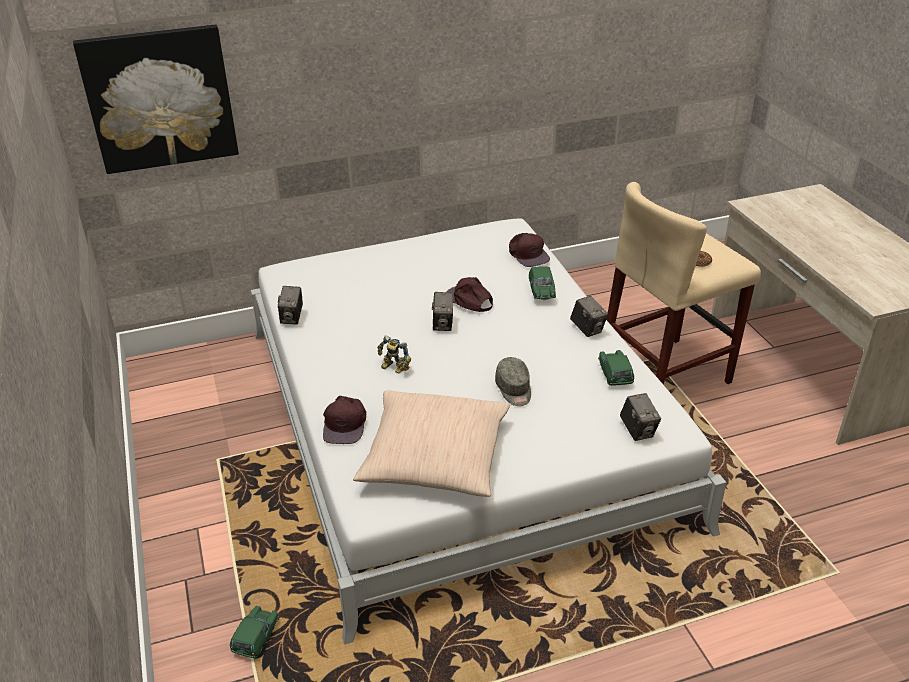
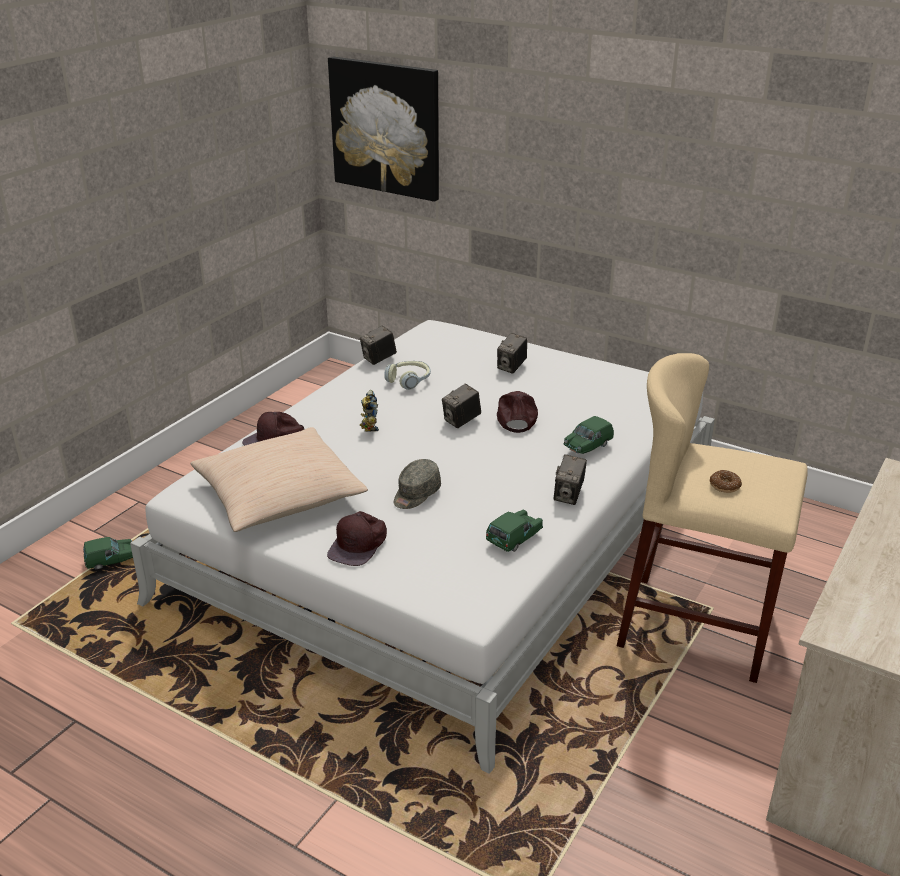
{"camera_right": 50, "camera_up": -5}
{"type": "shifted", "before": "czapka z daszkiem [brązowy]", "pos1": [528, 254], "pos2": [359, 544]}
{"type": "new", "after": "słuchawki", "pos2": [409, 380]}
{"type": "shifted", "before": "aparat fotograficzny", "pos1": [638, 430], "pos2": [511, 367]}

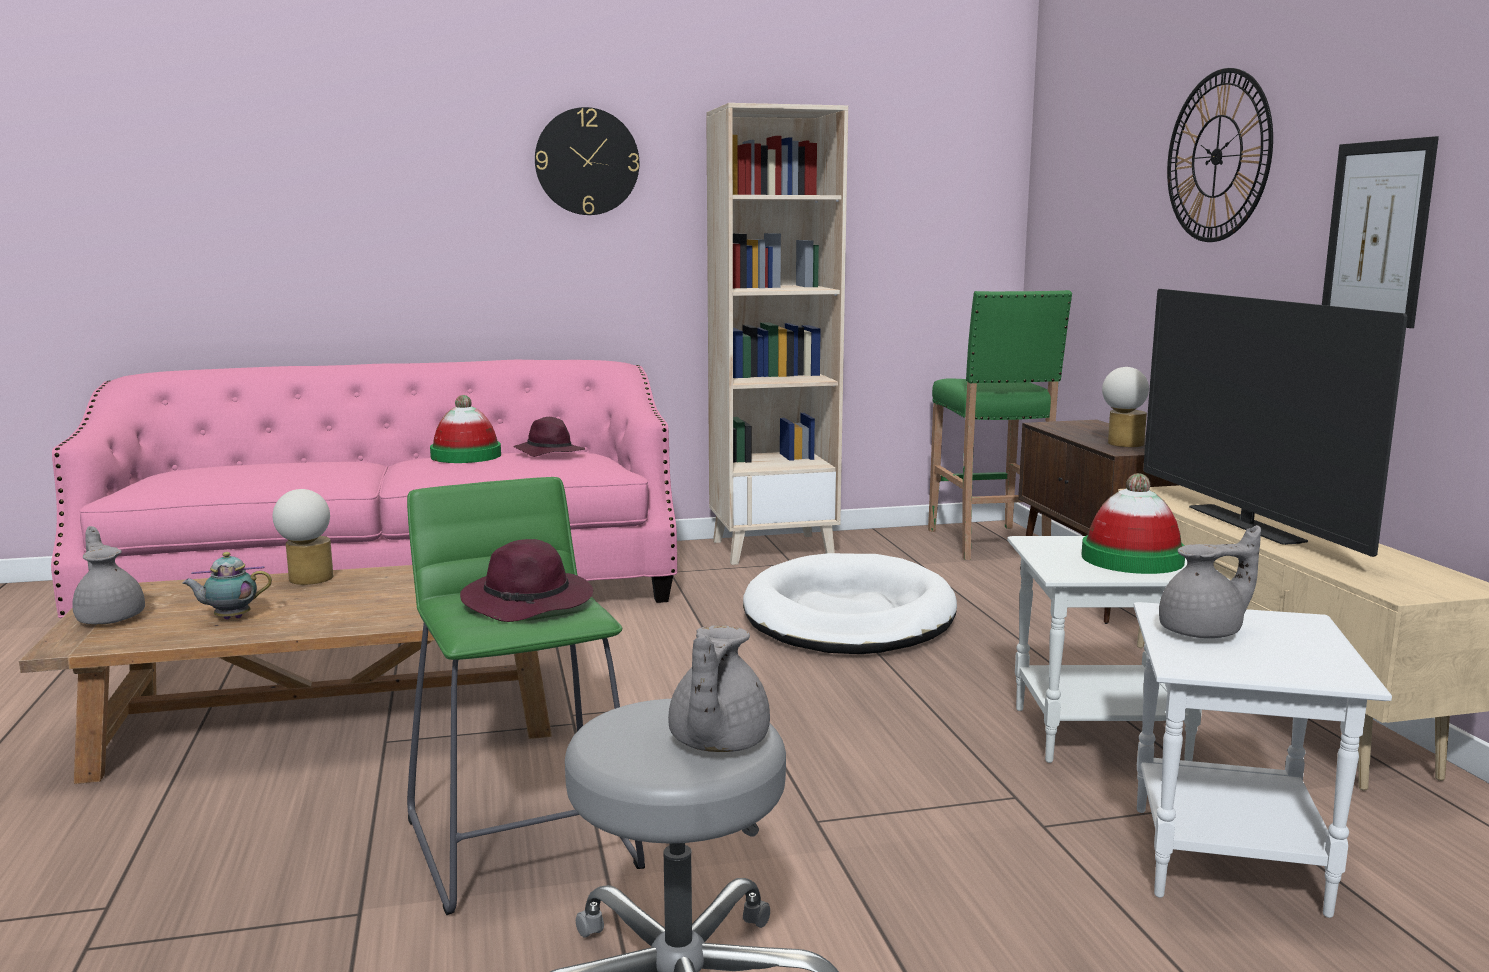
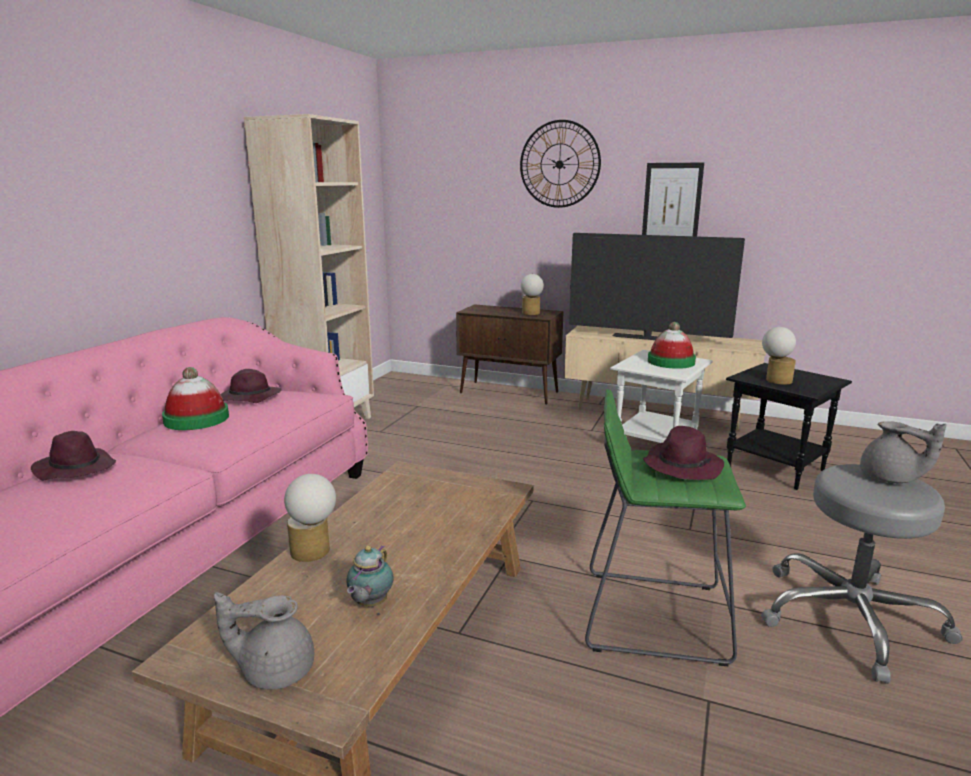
{"camera_right": -55, "camera_up": 5}
{"type": "new", "after": "kapelusz [fioletowy]", "pos2": [75, 469]}
{"type": "repainted", "before": "stolik [biały]", "after": "stolik [czarny]", "pos1": [1227, 861], "pos2": [776, 469]}
{"type": "swapped", "before": "imbryk [szary]", "after": "lampa stołowa", "pos1": [1204, 632], "pos2": [775, 380]}
{"type": "gone", "before": "zegar ścienny", "pos1": [587, 161]}
{"type": "gone", "before": "legowisko [biały]", "pos1": [849, 616]}
{"type": "gone", "before": "stołek [zielony]", "pos1": [988, 543]}

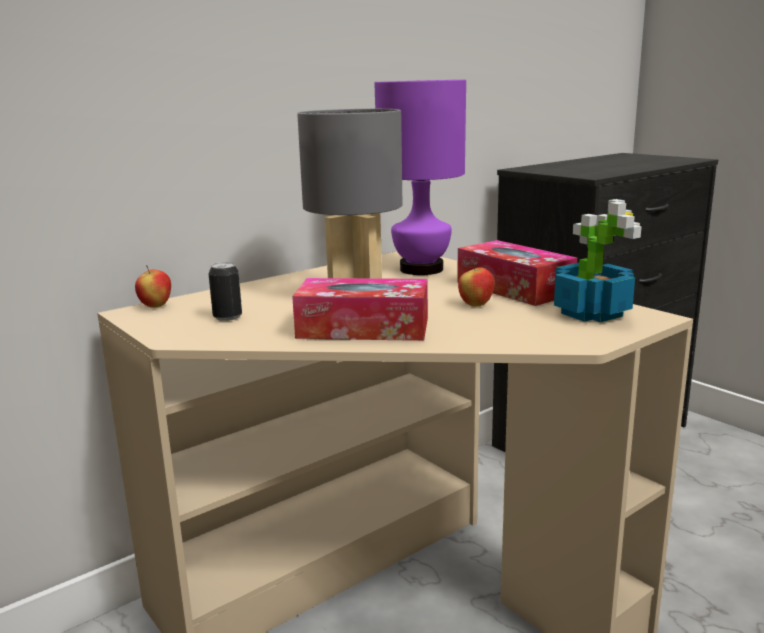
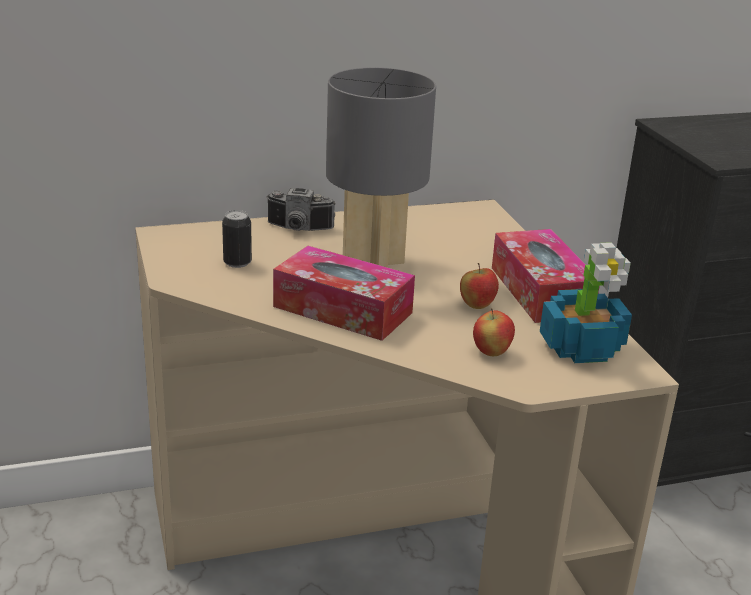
{"camera_right": 20, "camera_up": 10}
{"type": "new", "after": "aparat fotograficzny", "pos2": [298, 229]}
{"type": "shifted", "before": "jabłko", "pos1": [155, 306], "pos2": [491, 352]}
{"type": "gone", "before": "lampa stołowa [fioletowy]", "pos1": [421, 269]}

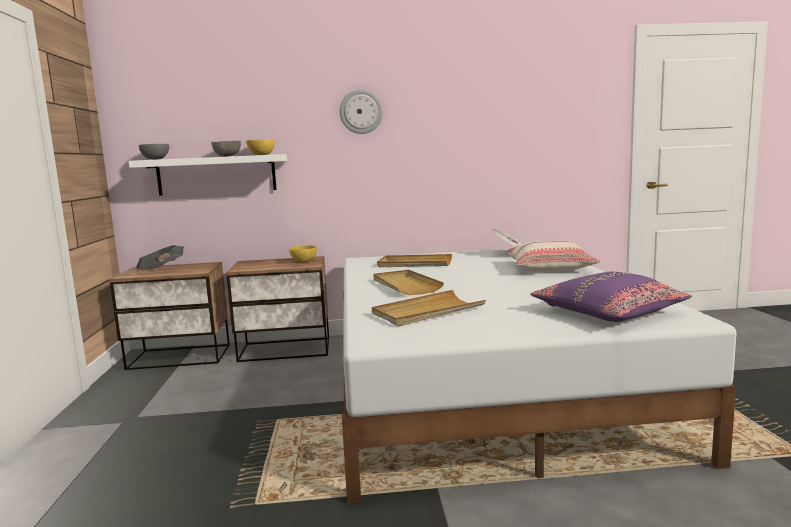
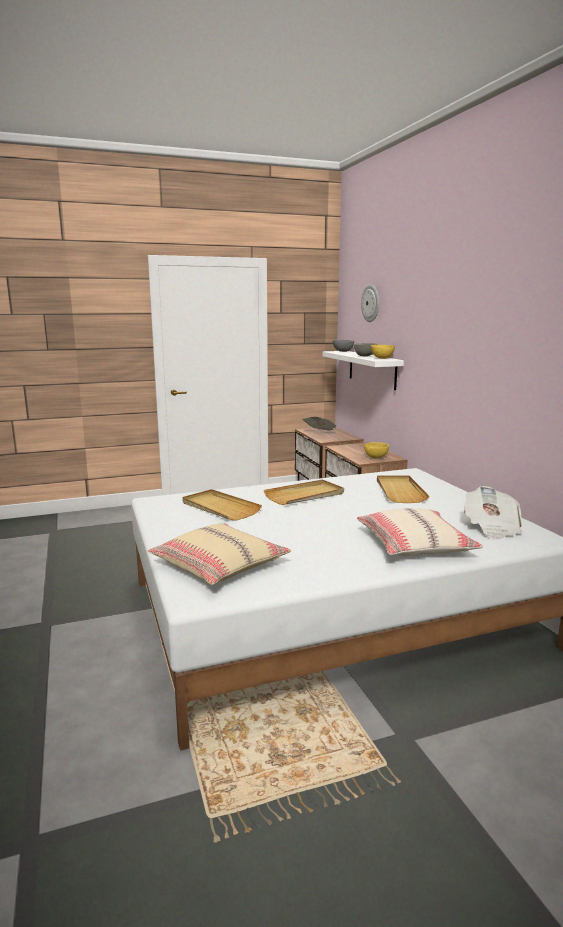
{"camera_right": 75, "camera_up": 5}
{"type": "repainted", "before": "poduszka [fioletowy]", "after": "poduszka [beżowy]", "pos1": [608, 312], "pos2": [220, 565]}
{"type": "shifted", "before": "zegar ścienny", "pos1": [361, 111], "pos2": [371, 303]}

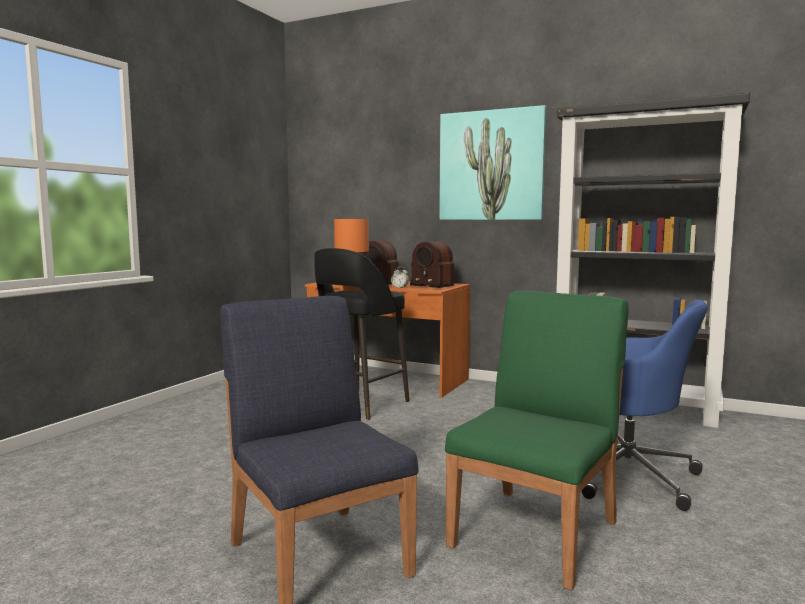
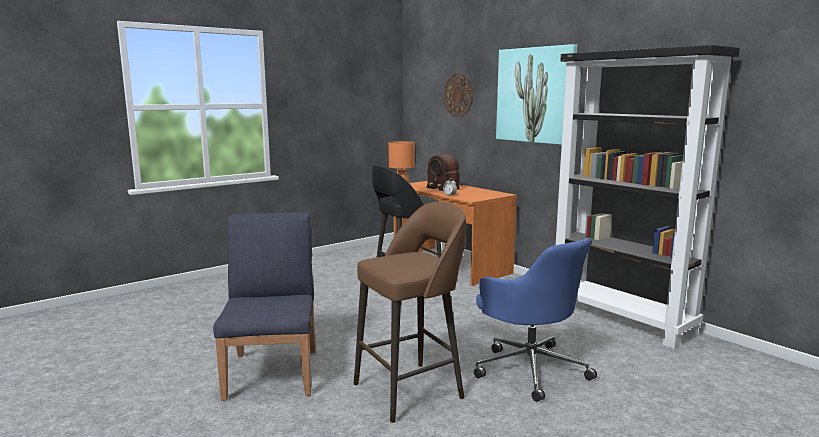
{"camera_right": 25, "camera_up": 5}
{"type": "swapped", "before": "krzesło [zielony]", "after": "stołek [brązowy]", "pos1": [536, 533], "pos2": [411, 390]}
{"type": "new", "after": "zegar ścienny", "pos2": [458, 95]}
{"type": "gone", "before": "radio", "pos1": [432, 285]}

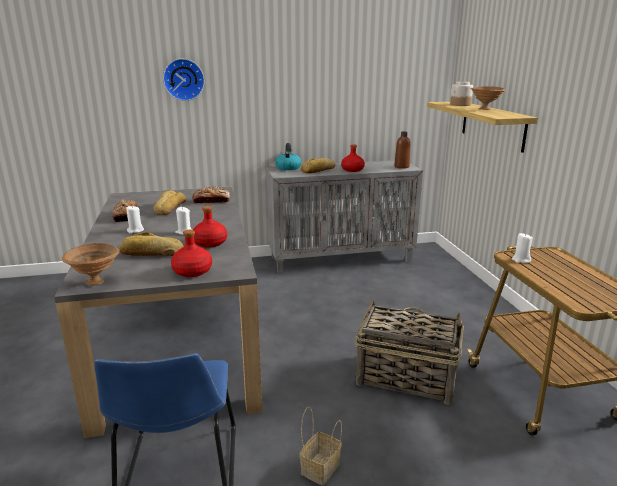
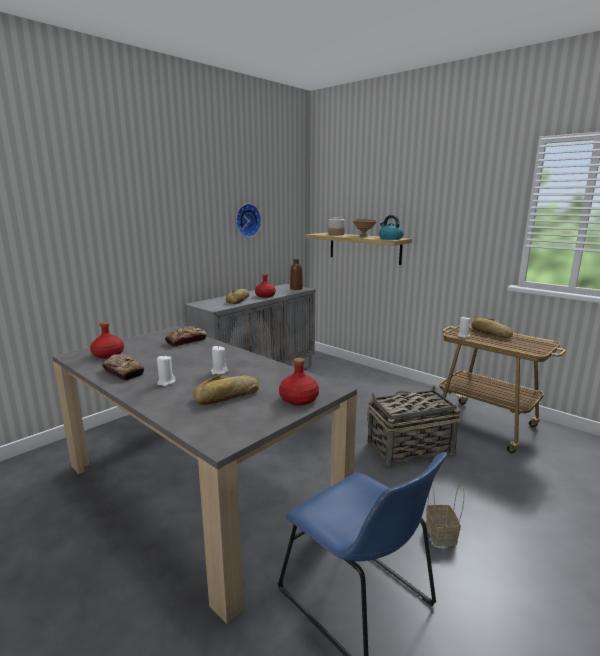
{"camera_right": -35, "camera_up": -5}
{"type": "shifted", "before": "butelka [czerwony]", "pos1": [209, 243], "pos2": [108, 355]}
{"type": "shifted", "before": "zegar ścienny", "pos1": [184, 79], "pos2": [246, 220]}
{"type": "shifted", "before": "czajnik", "pos1": [288, 167], "pos2": [390, 238]}
{"type": "shifted", "before": "chleb", "pos1": [169, 208], "pos2": [490, 332]}
{"type": "gone", "before": "miska [brązowy]", "pos1": [96, 282]}

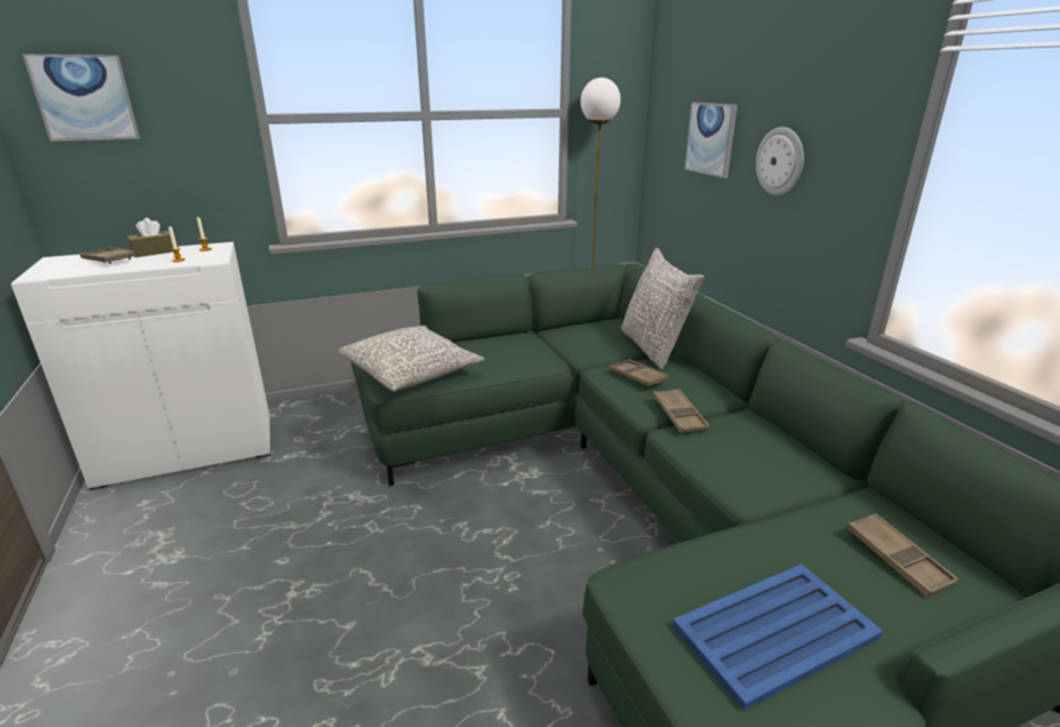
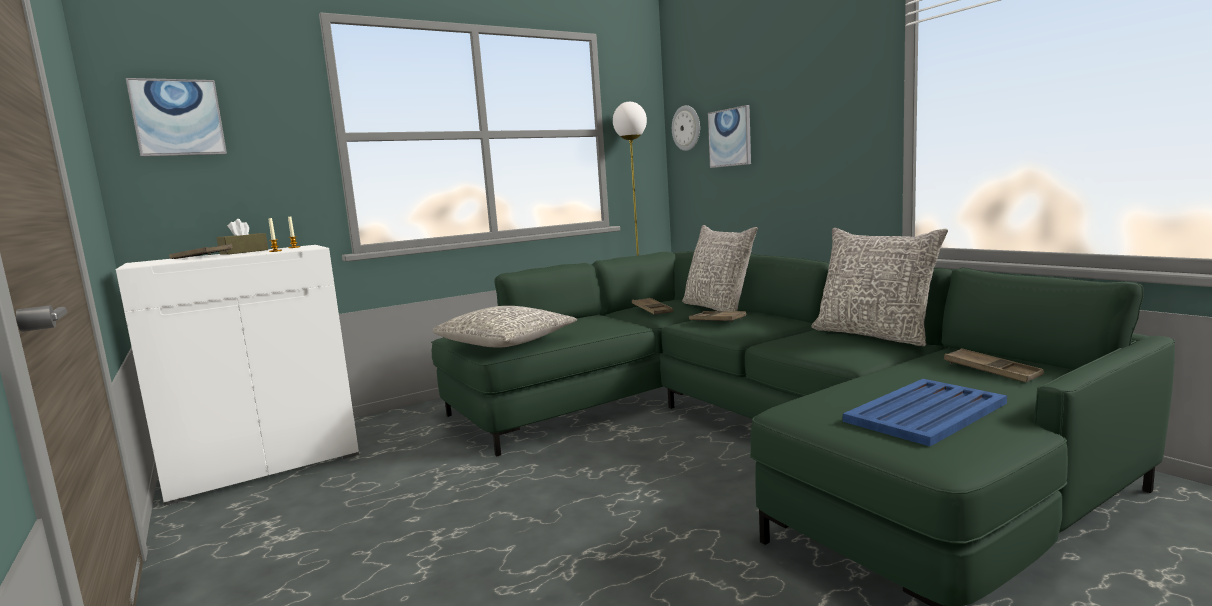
{"camera_right": -10, "camera_up": -15}
{"type": "shifted", "before": "taca [brązowy]", "pos1": [679, 415], "pos2": [652, 310]}
{"type": "shifted", "before": "zegar ścienny", "pos1": [780, 161], "pos2": [686, 128]}
{"type": "new", "after": "poduszka [szary]", "pos2": [874, 335]}

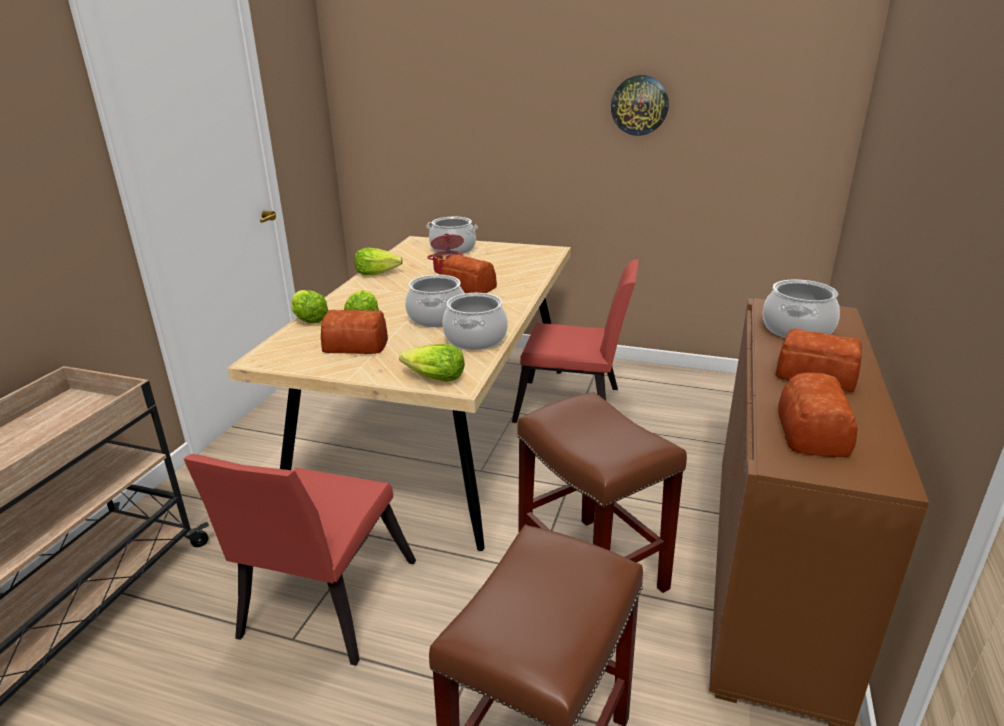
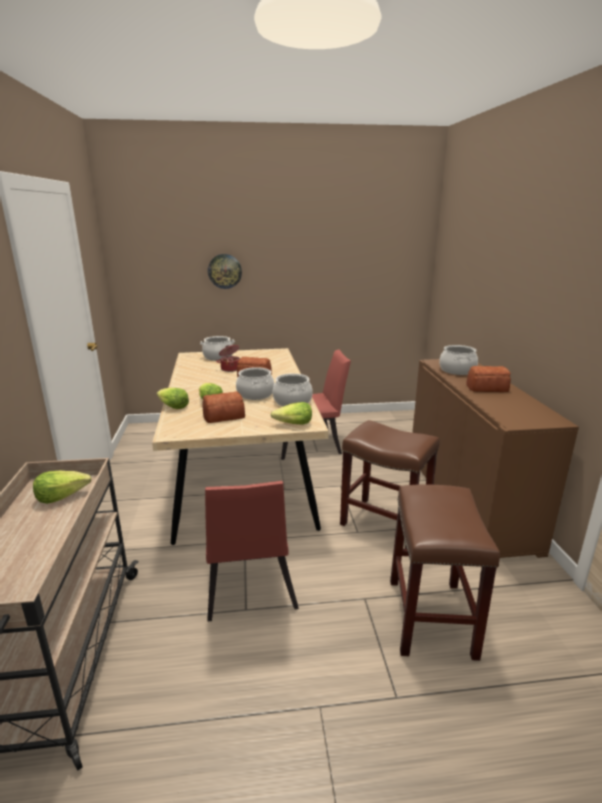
{"camera_right": -25, "camera_up": -5}
{"type": "shifted", "before": "sałata", "pos1": [377, 273], "pos2": [62, 496]}
{"type": "shifted", "before": "zegar ścienny", "pos1": [639, 105], "pos2": [224, 271]}
{"type": "gone", "before": "chleb", "pos1": [814, 432]}

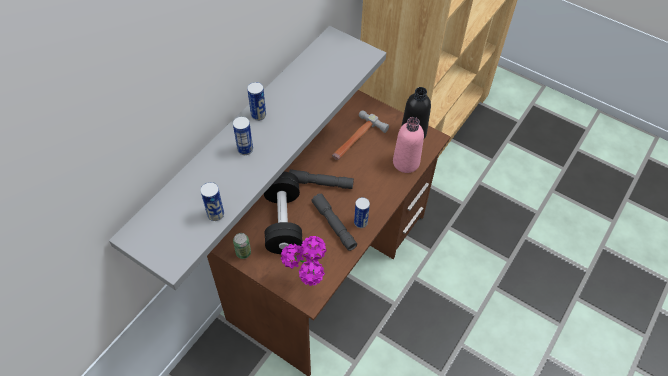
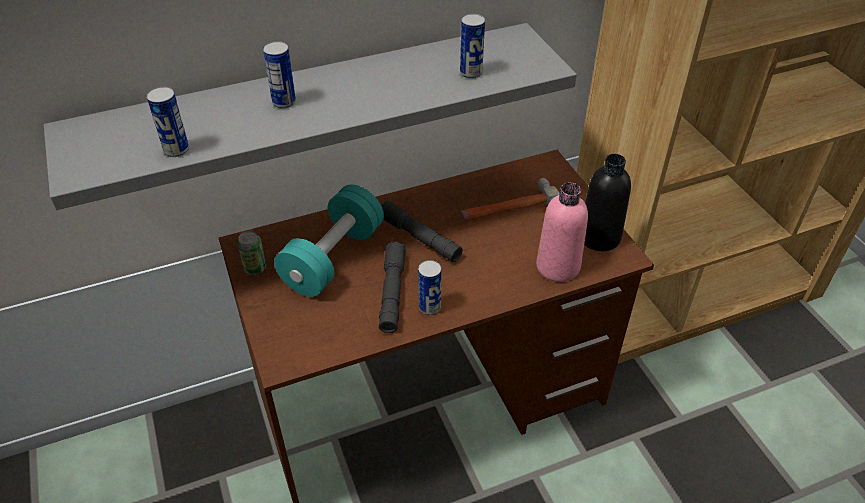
{"camera_right": 35, "camera_up": -10}
{"type": "repainted", "before": "hantel [czarny]", "after": "hantel [turkusowy]", "pos1": [283, 222], "pos2": [333, 258]}
{"type": "shifted", "before": "puszka", "pos1": [258, 115], "pos2": [471, 73]}
{"type": "gone", "before": "roślina doniczkowa", "pos1": [307, 287]}

